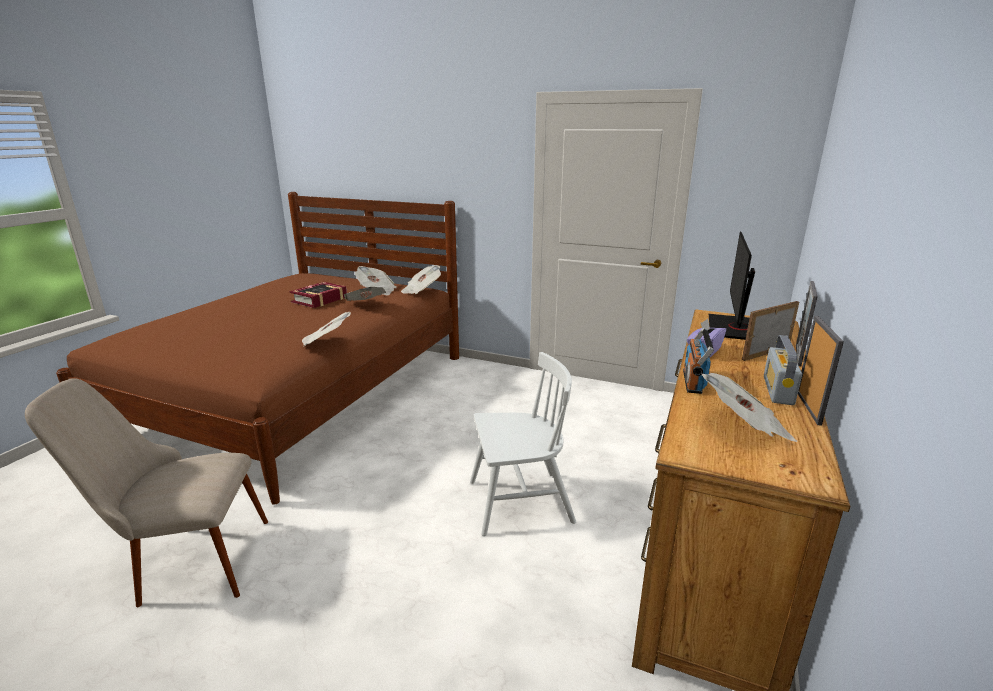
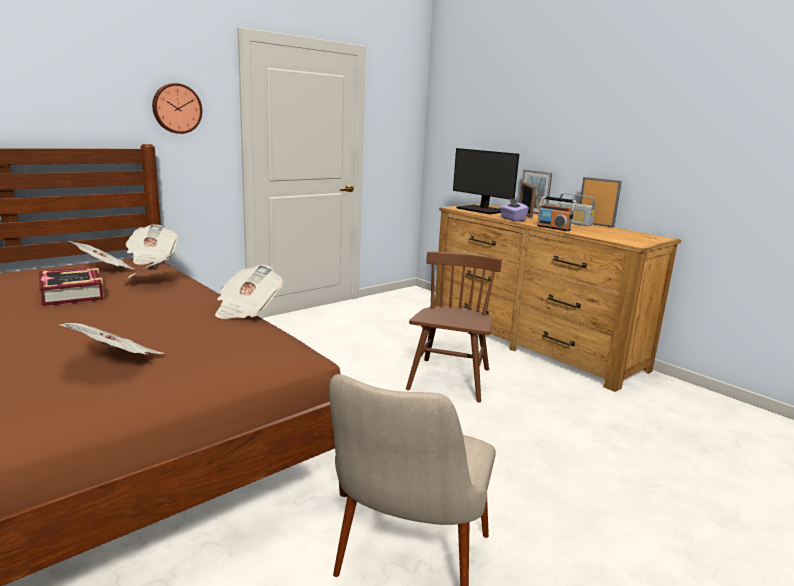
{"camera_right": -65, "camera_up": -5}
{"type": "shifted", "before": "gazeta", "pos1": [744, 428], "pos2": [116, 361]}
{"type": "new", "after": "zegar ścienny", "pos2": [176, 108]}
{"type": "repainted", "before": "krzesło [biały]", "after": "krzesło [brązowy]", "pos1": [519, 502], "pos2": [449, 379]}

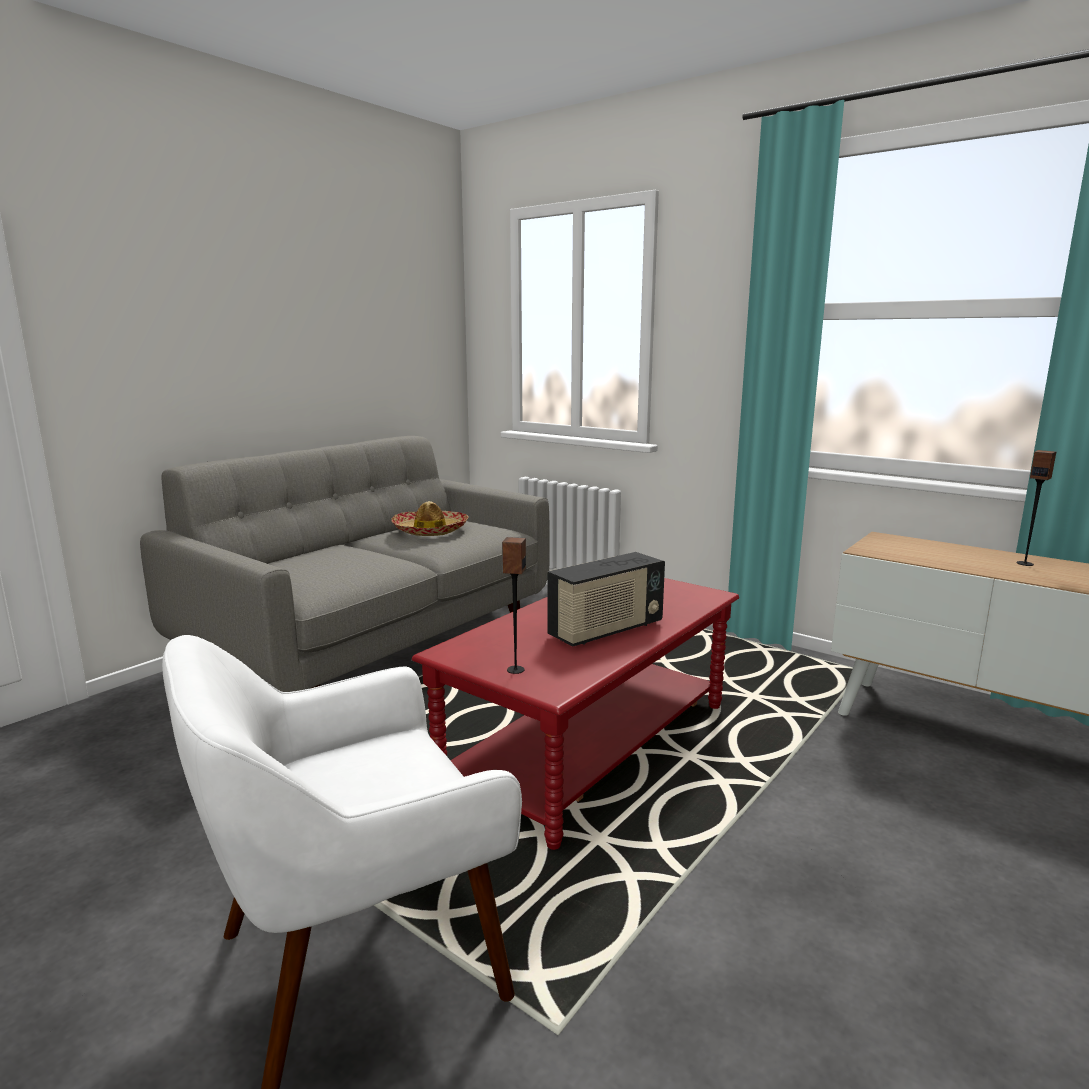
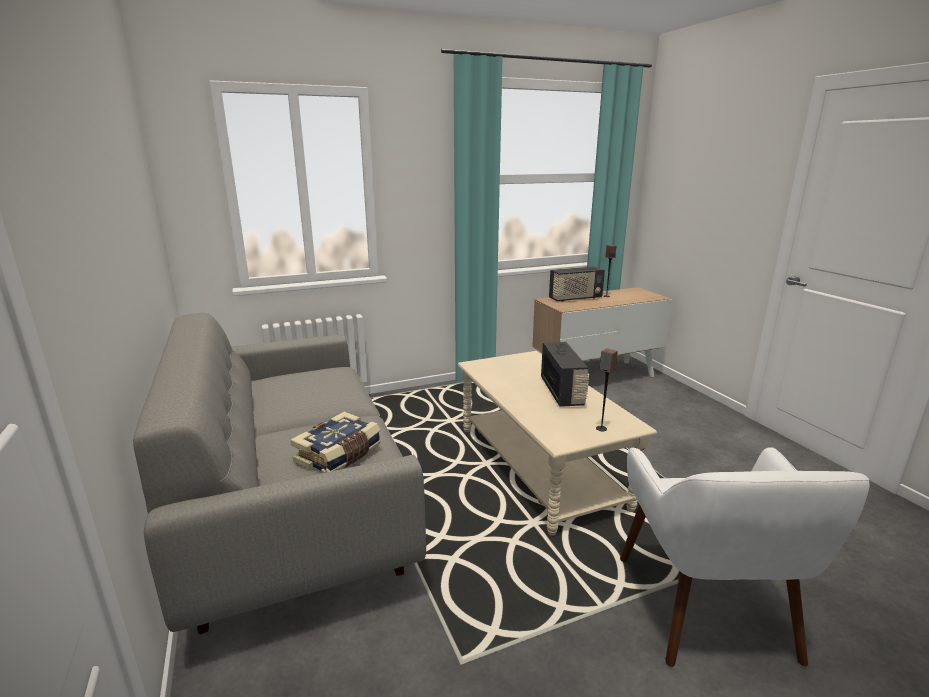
{"camera_right": -60, "camera_up": 5}
{"type": "new", "after": "książka", "pos2": [339, 456]}
{"type": "repainted", "before": "ława [czerwony]", "after": "ława [beżowy]", "pos1": [591, 744], "pos2": [539, 466]}
{"type": "new", "after": "radio", "pos2": [575, 298]}
{"type": "gone", "before": "kapelusz", "pos1": [430, 531]}

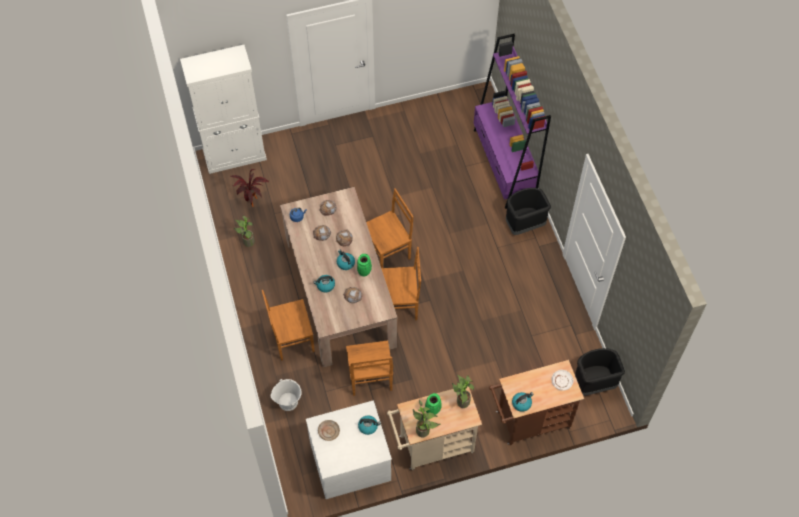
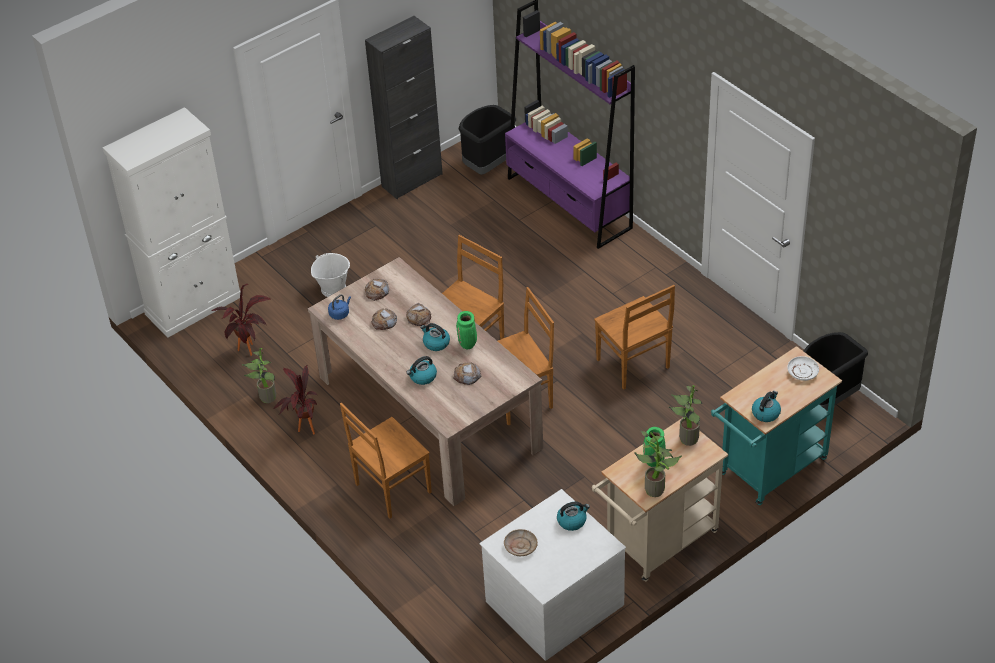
{"camera_right": -20, "camera_up": -15}
{"type": "new", "after": "roślina doniczkowa", "pos2": [303, 431]}
{"type": "shifted", "before": "wiadro [biały]", "pos1": [288, 401], "pos2": [333, 288]}
{"type": "new", "after": "szafka [czarny]", "pos2": [412, 180]}
{"type": "shifted", "before": "kosz na śmieci [czarny]", "pos1": [523, 225], "pos2": [488, 166]}
{"type": "shifted", "before": "krzesło [brązowy]", "pos1": [370, 378], "pos2": [634, 365]}
{"type": "repainted", "before": "wózek [brązowy]", "after": "wózek [turkusowy]", "pos1": [528, 421], "pos2": [768, 470]}

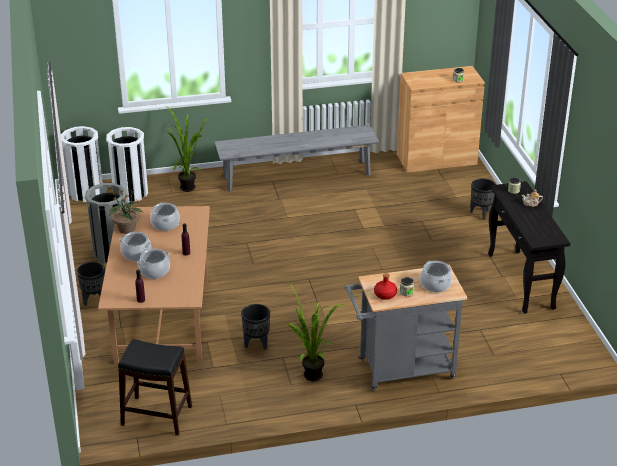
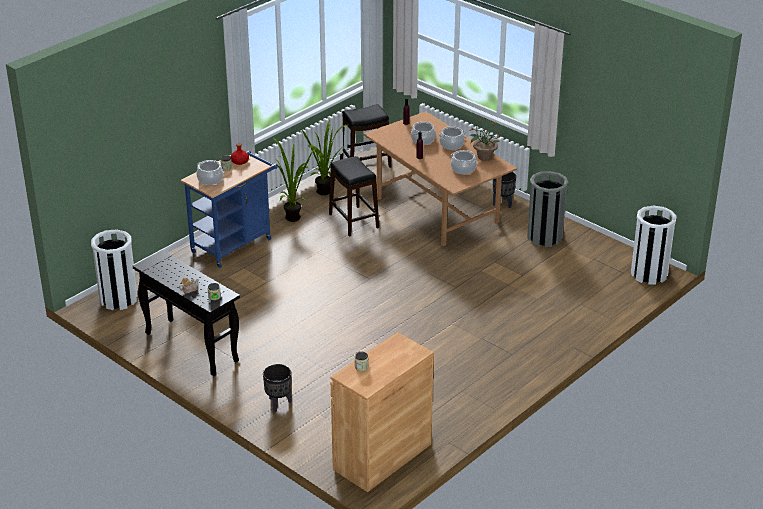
{"camera_right": 145, "camera_up": 0}
{"type": "shifted", "before": "kosz na śmieci [biały]", "pos1": [130, 193], "pos2": [118, 299]}
{"type": "repainted", "before": "wózek [szary]", "after": "wózek [niebieski]", "pos1": [400, 370], "pos2": [235, 243]}
{"type": "shifted", "before": "roślina doniczkowa", "pos1": [187, 186], "pos2": [326, 193]}
{"type": "swapped", "before": "donica [czarny]", "after": "stołek [czarny]", "pos1": [256, 344], "pos2": [353, 221]}
{"type": "gone", "before": "ławka [szary]", "pos1": [297, 176]}

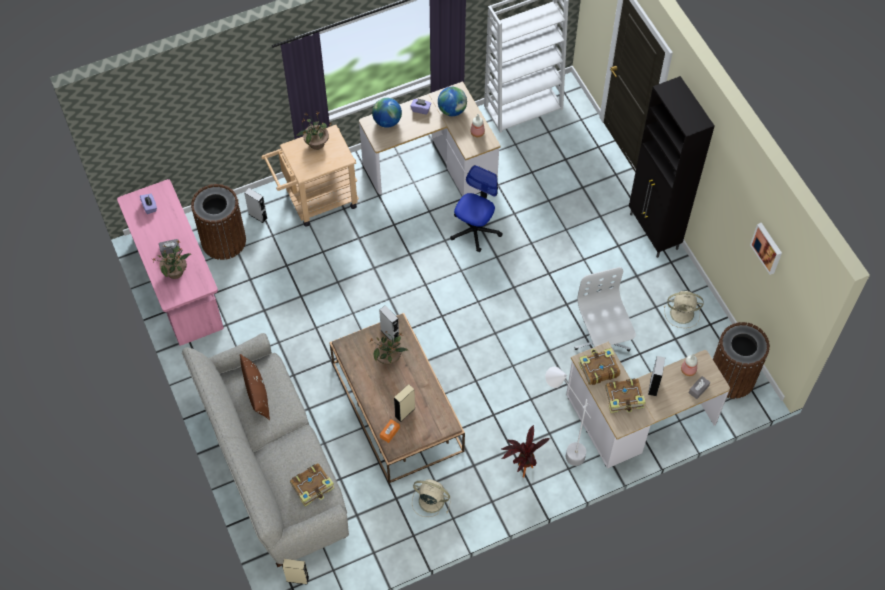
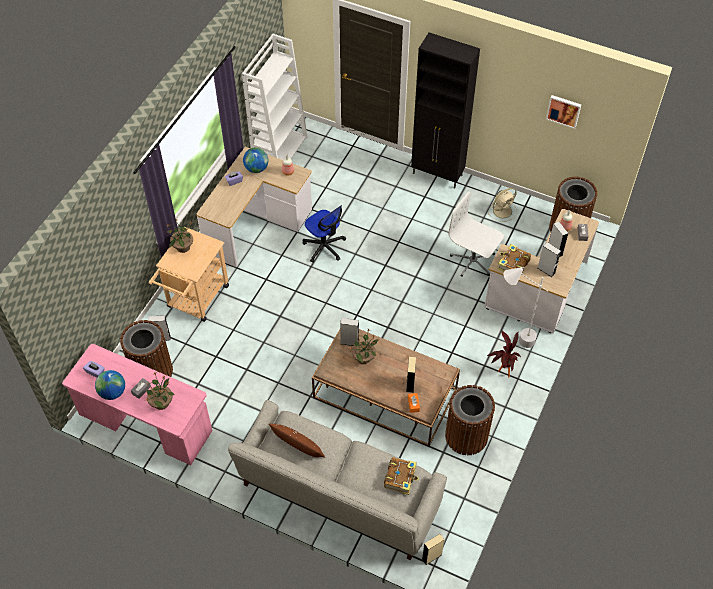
{"camera_right": -40, "camera_up": -5}
{"type": "shifted", "before": "globus", "pos1": [387, 121], "pos2": [112, 392]}
{"type": "rotated", "before": "krzesło biurowe", "pos1": [475, 230], "pos2": [324, 247], "turn": 150}
{"type": "swapped", "before": "wentylator [beżowy]", "after": "kosz na śmieci [brązowy]", "pos1": [430, 500], "pos2": [466, 436]}
{"type": "swapped", "before": "książka", "after": "głośnik [szary]", "pos1": [624, 398], "pos2": [546, 270]}

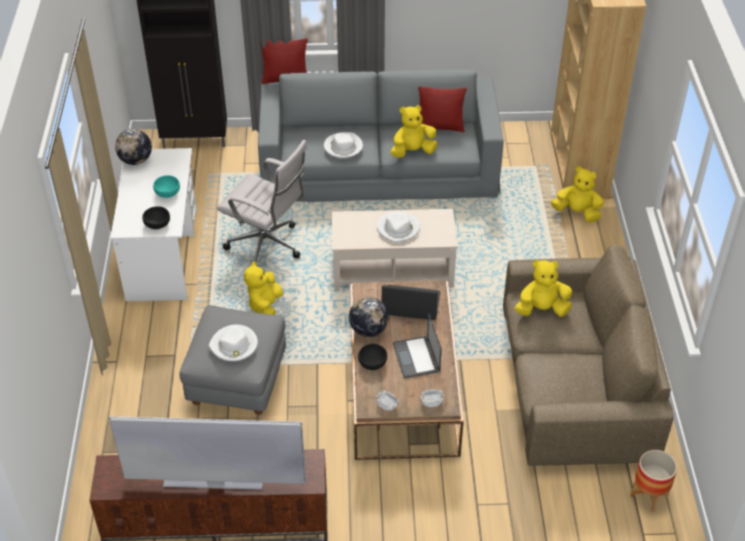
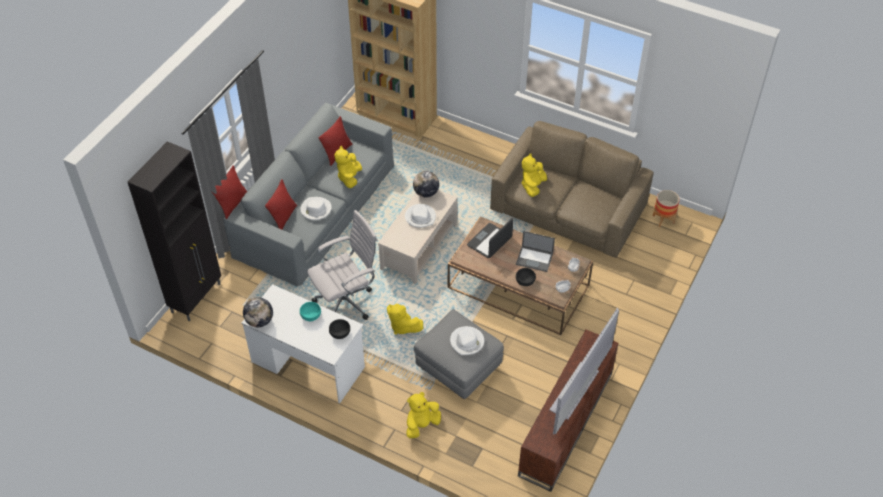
{"camera_right": -60, "camera_up": 5}
{"type": "new", "after": "poduszka [czerwony]", "pos2": [284, 217]}
{"type": "shifted", "before": "pluszak [żółty]", "pos1": [577, 213], "pos2": [422, 424]}
{"type": "shifted", "before": "globus", "pos1": [368, 330], "pos2": [426, 193]}

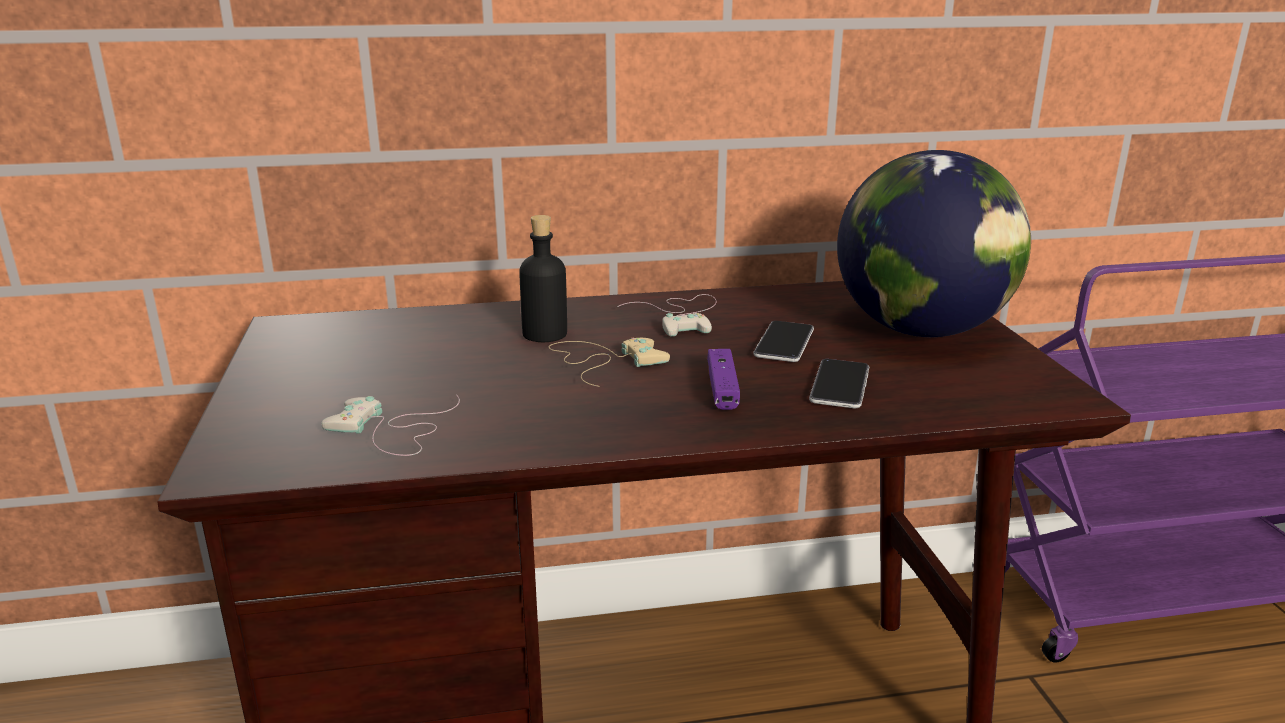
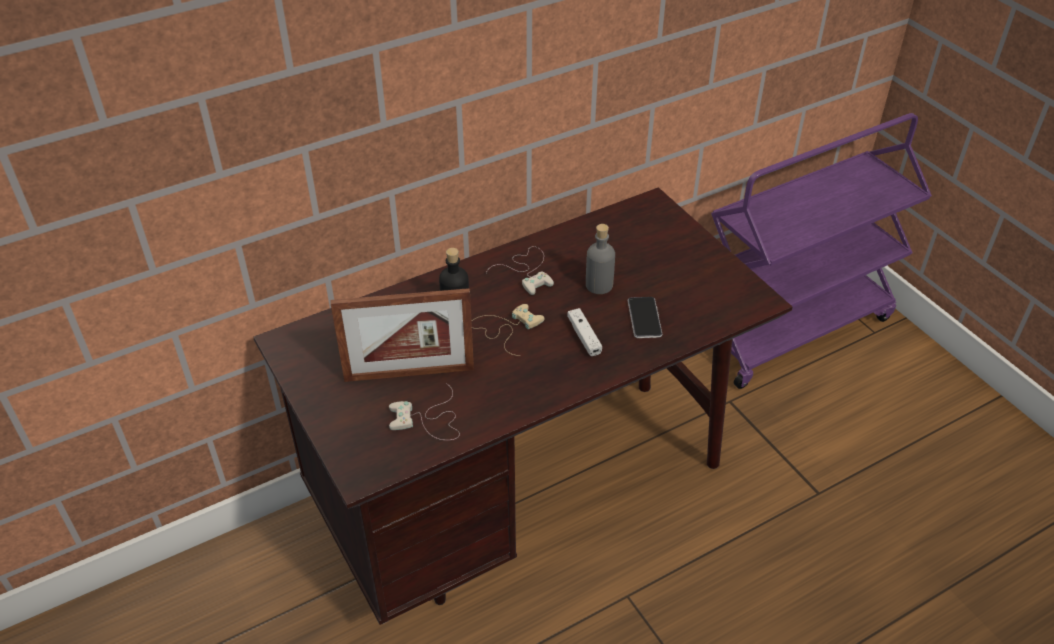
{"camera_right": -20, "camera_up": 20}
{"type": "new", "after": "ramka na zdjęcie", "pos2": [409, 373]}
{"type": "repainted", "before": "pad do gier [fioletowy]", "after": "pad do gier [biały]", "pos1": [722, 388], "pos2": [584, 337]}
{"type": "swapped", "before": "telefon", "after": "butelka [szary]", "pos1": [784, 343], "pos2": [599, 285]}
{"type": "gone", "before": "globus", "pos1": [922, 330]}

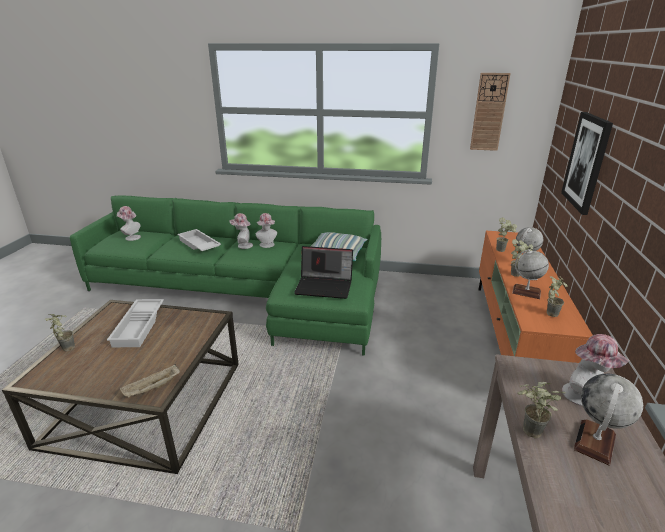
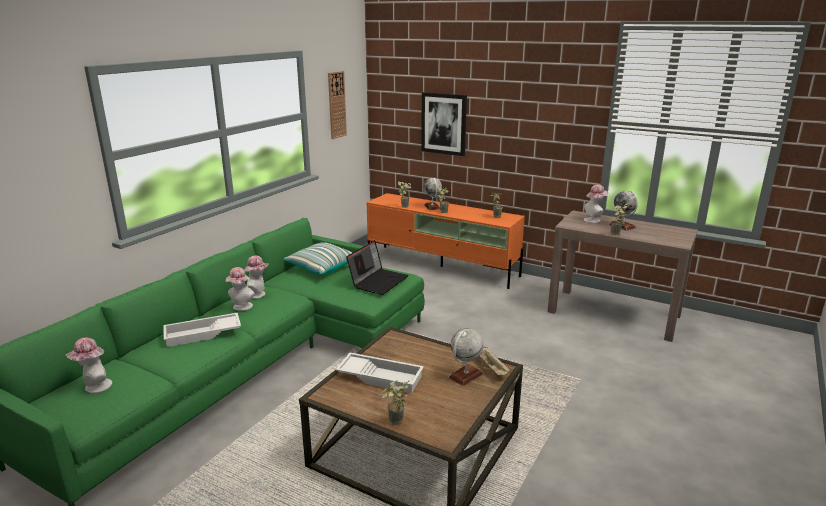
{"camera_right": -70, "camera_up": -5}
{"type": "shifted", "before": "globus", "pos1": [526, 292], "pos2": [465, 376]}

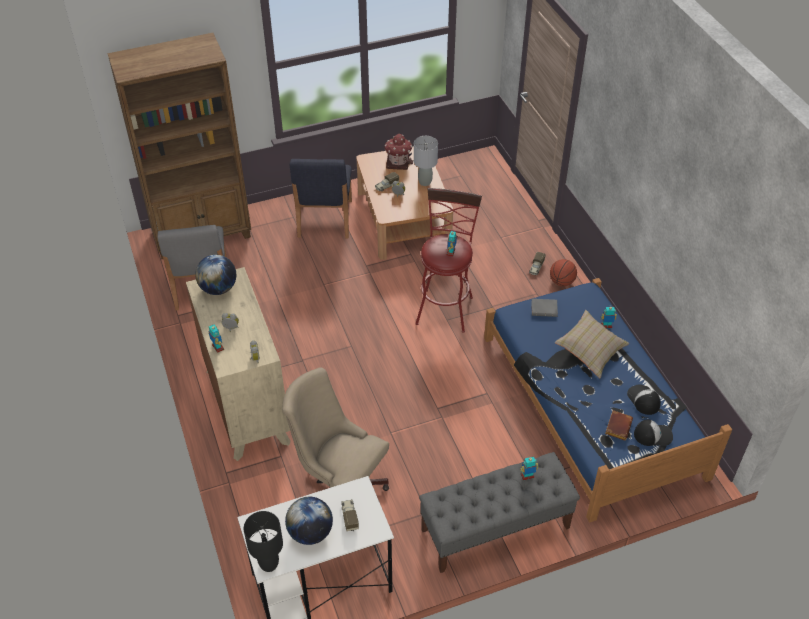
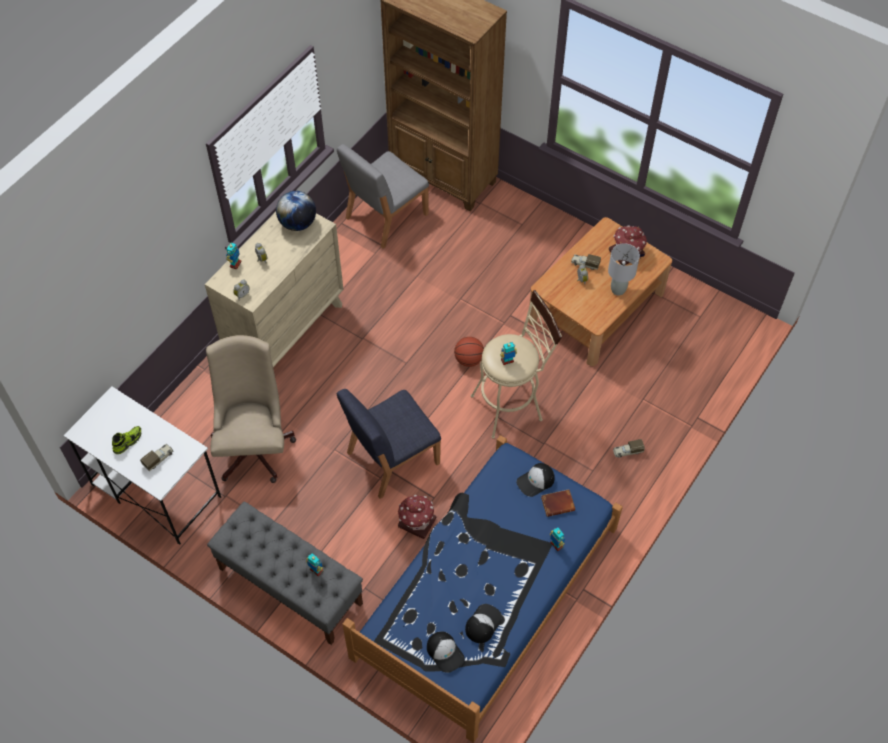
{"camera_right": 55, "camera_up": 10}
{"type": "swapped", "before": "globus", "after": "but", "pos1": [310, 532], "pos2": [127, 441]}
{"type": "shifted", "before": "krzesło [niebieski]", "pos1": [324, 219], "pos2": [391, 458]}
{"type": "new", "after": "domek", "pos2": [416, 521]}
{"type": "shifted", "before": "piłka do koszykówki", "pos1": [561, 282], "pos2": [469, 359]}
{"type": "repainted", "before": "stołek [czerwony]", "after": "stołek [beżowy]", "pos1": [445, 306], "pos2": [512, 405]}
{"type": "swapped", "before": "książka [szary]", "after": "czapka z daszkiem", "pos1": [544, 309], "pos2": [536, 481]}
{"type": "shifted", "before": "książka [brązowy]", "pos1": [617, 426], "pos2": [558, 503]}
{"type": "gone", "before": "lampa stołowa [czarny]", "pos1": [269, 564]}
{"type": "gone", "before": "poduszka [beżowy]", "pos1": [590, 351]}

